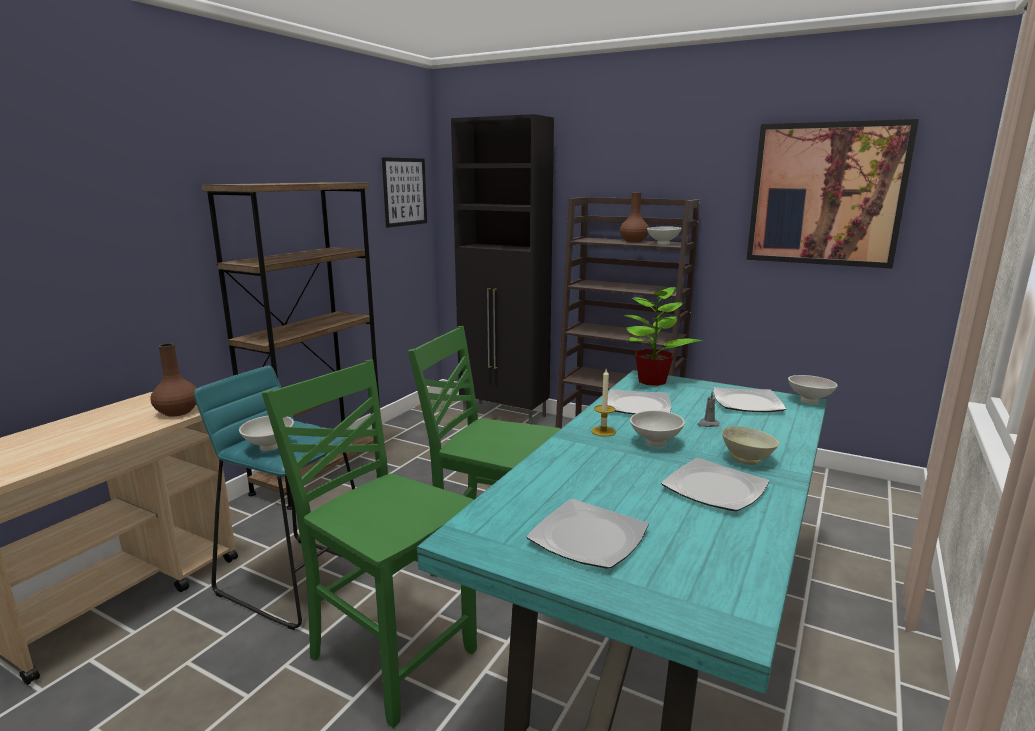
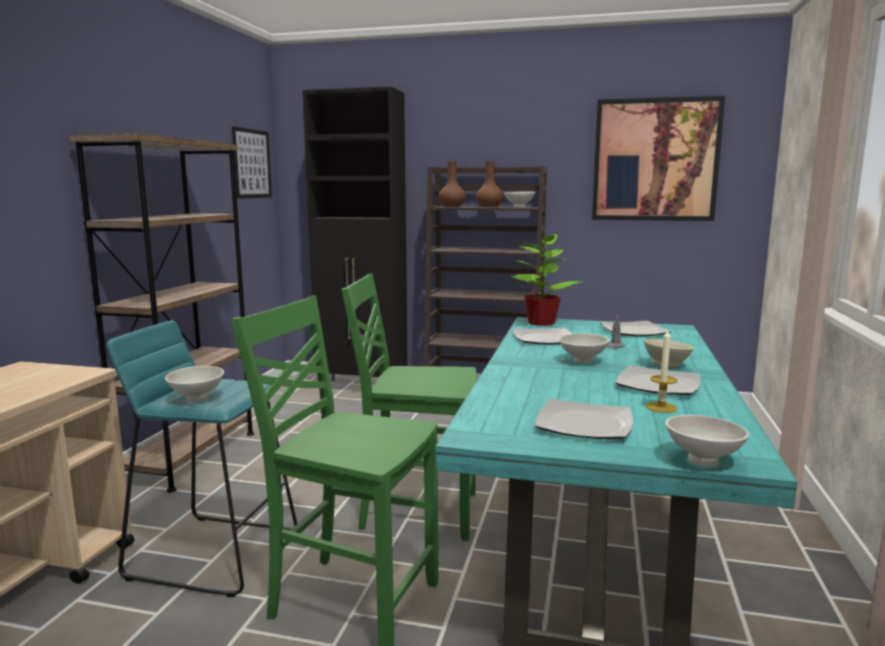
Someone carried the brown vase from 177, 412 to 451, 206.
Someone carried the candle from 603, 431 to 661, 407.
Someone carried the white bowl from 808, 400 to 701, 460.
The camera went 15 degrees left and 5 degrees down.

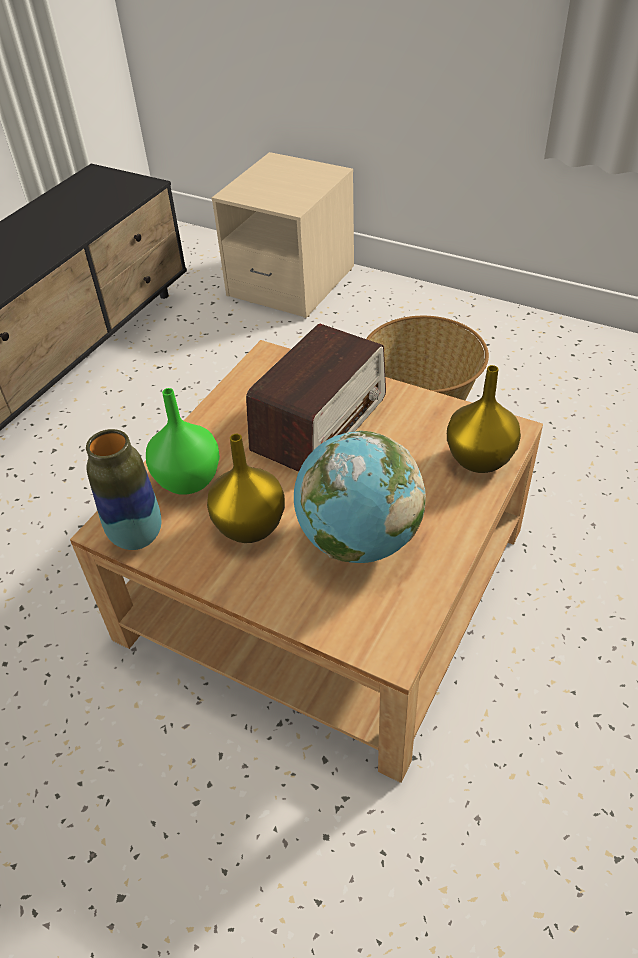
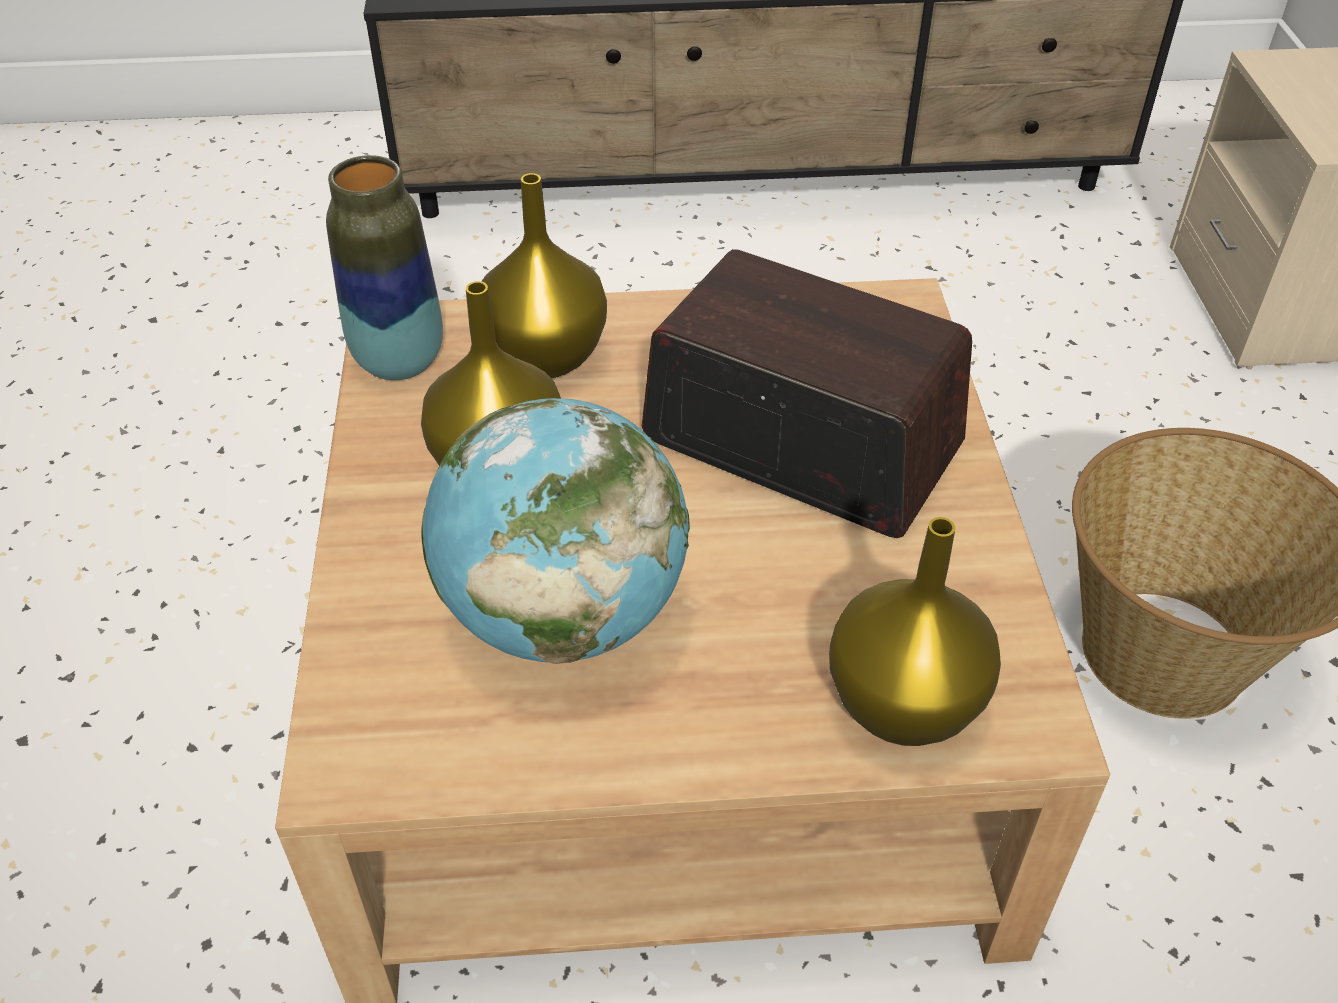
Someone repainted the green vase at 187, 480, which became the yellow vase at 546, 355.
Someone rotated the radio at 320, 423 by 150 degrees counterclockwise.
The camera went 55 degrees right and 0 degrees up.

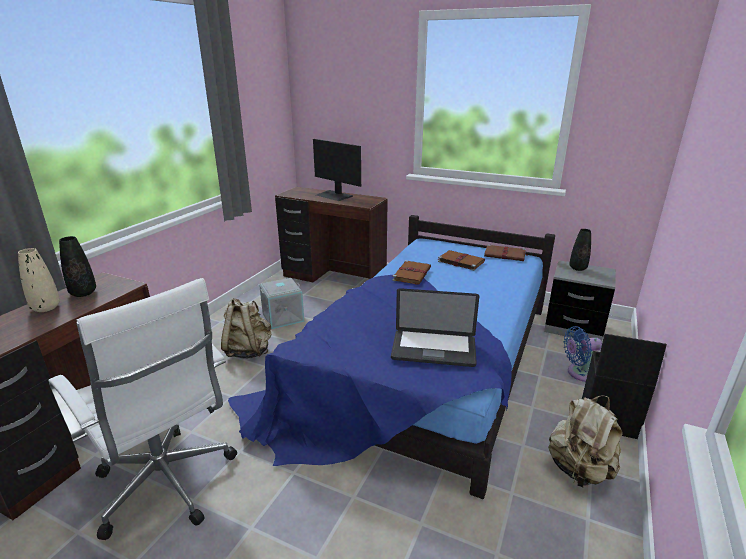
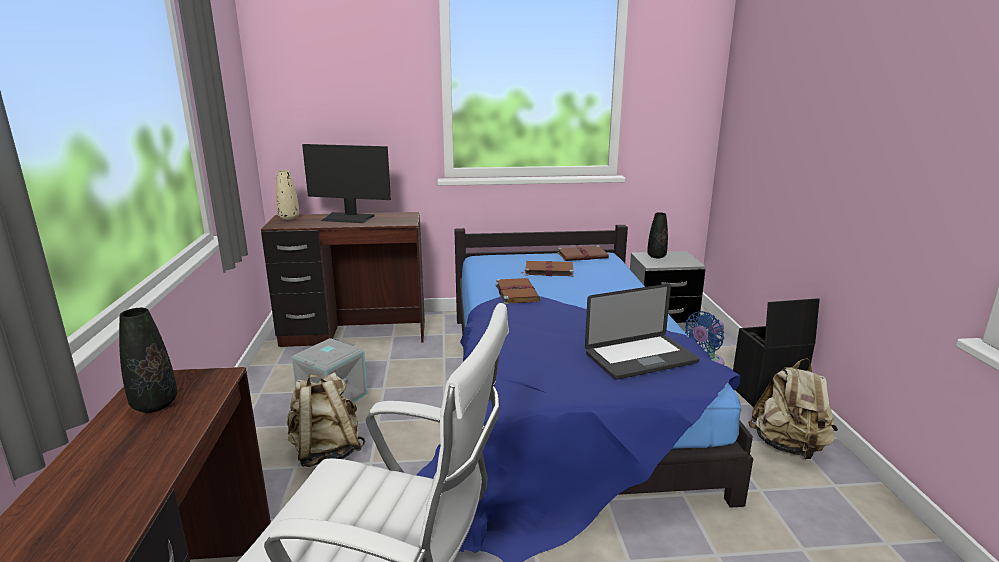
Someone carried the beige vase from 46, 308 to 289, 218.
The camera went 30 degrees left and 5 degrees down.

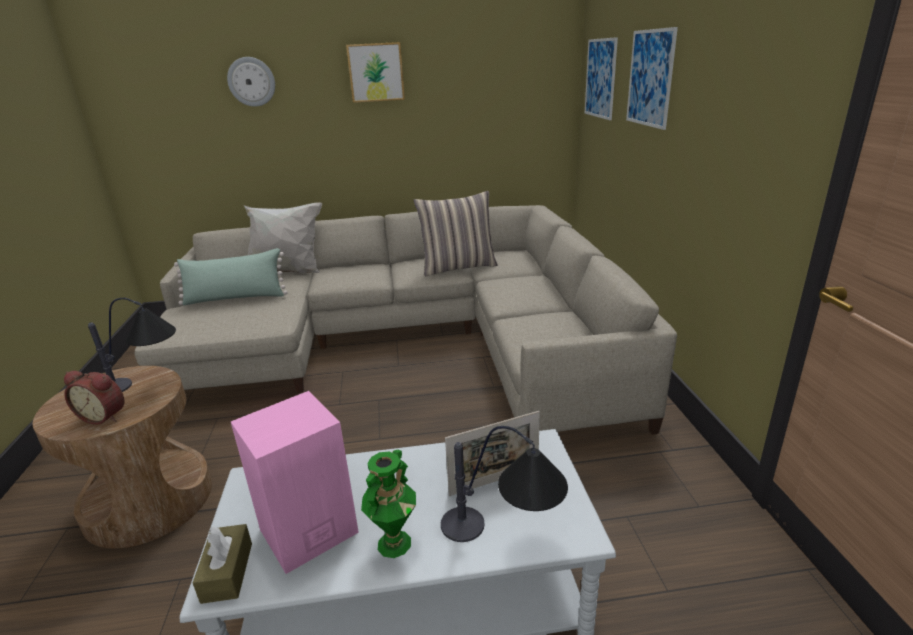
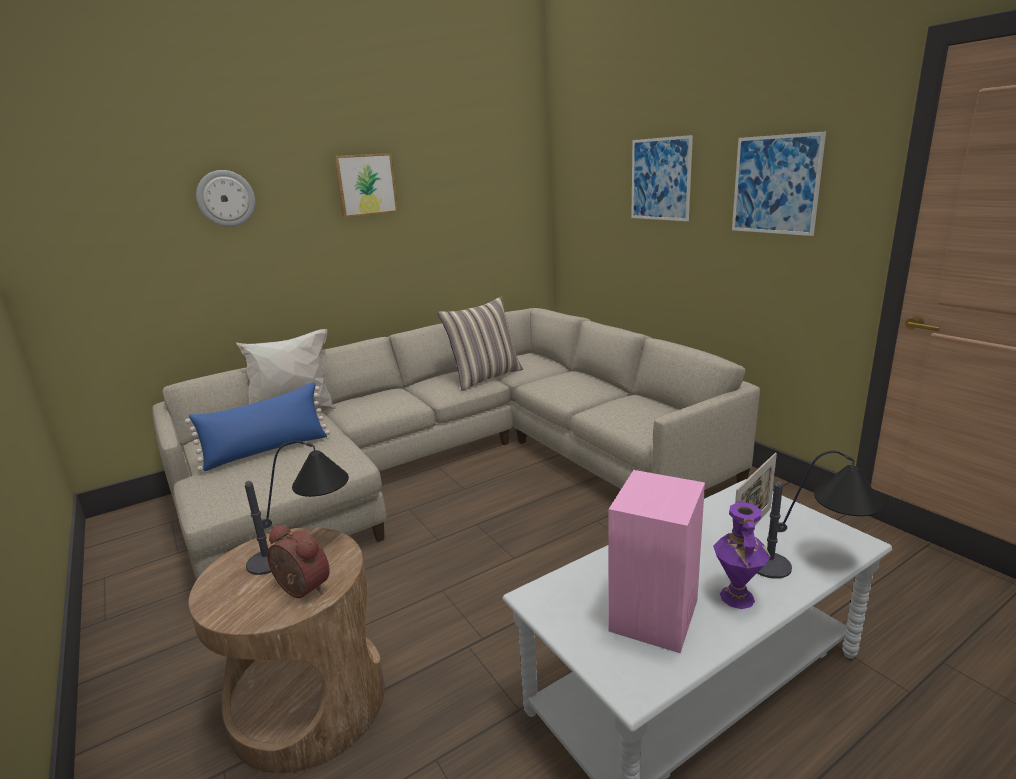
Someone rotated the alarm clock at 105, 416 by 135 degrees counterclockwise.
Someone repainted the green pillow at 235, 298, which became the blue pillow at 267, 450.
Someone took away the brown tissue box at 227, 572.
Someone repainted the green vase at 394, 543, which became the purple vase at 736, 597.
Someone carried the picture from 600, 78 to 775, 185.
The camera went 25 degrees left and 5 degrees down.

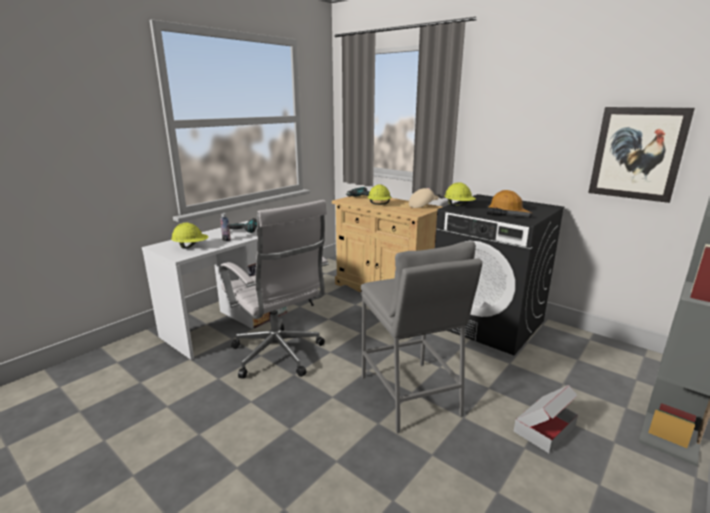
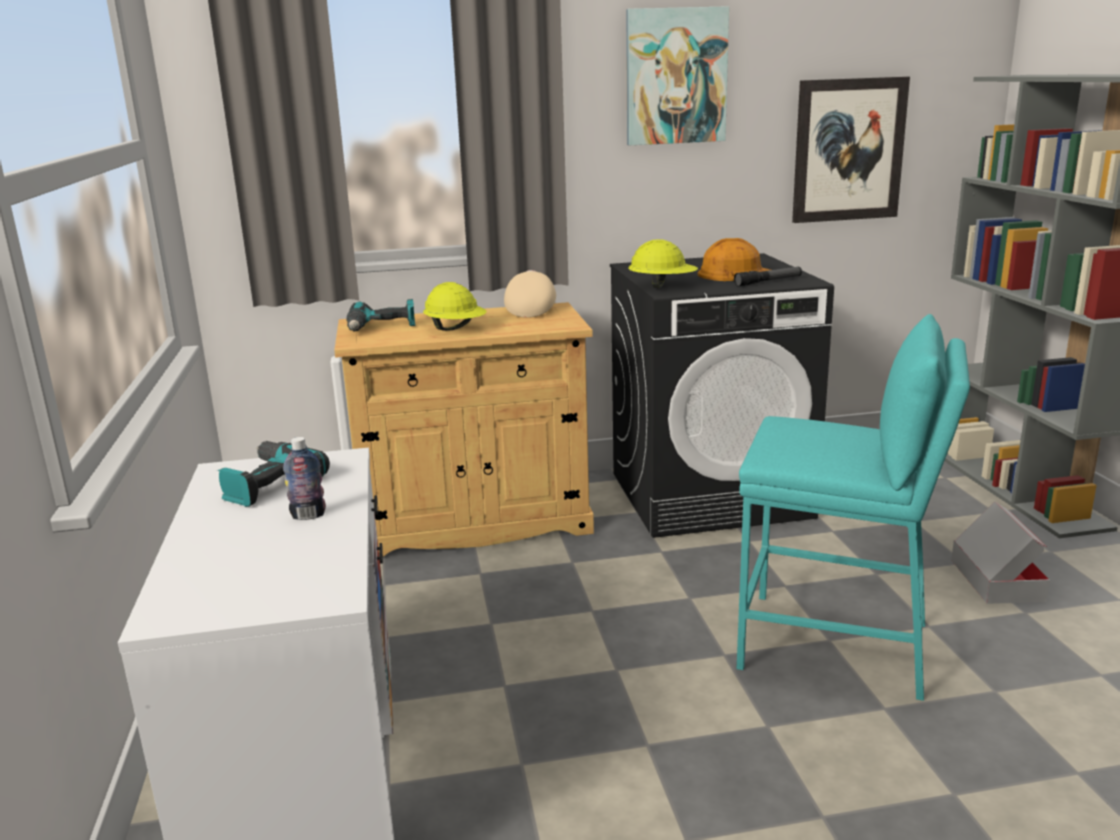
Someone took away the yellow hard hat at 191, 247.
Someone took away the white office chair at 279, 356.
Someone repainted the grey stool at 409, 395, which became the turquoise stool at 834, 645.
Someone put up the picture at 675, 76.
The camera went 50 degrees left and 0 degrees up.

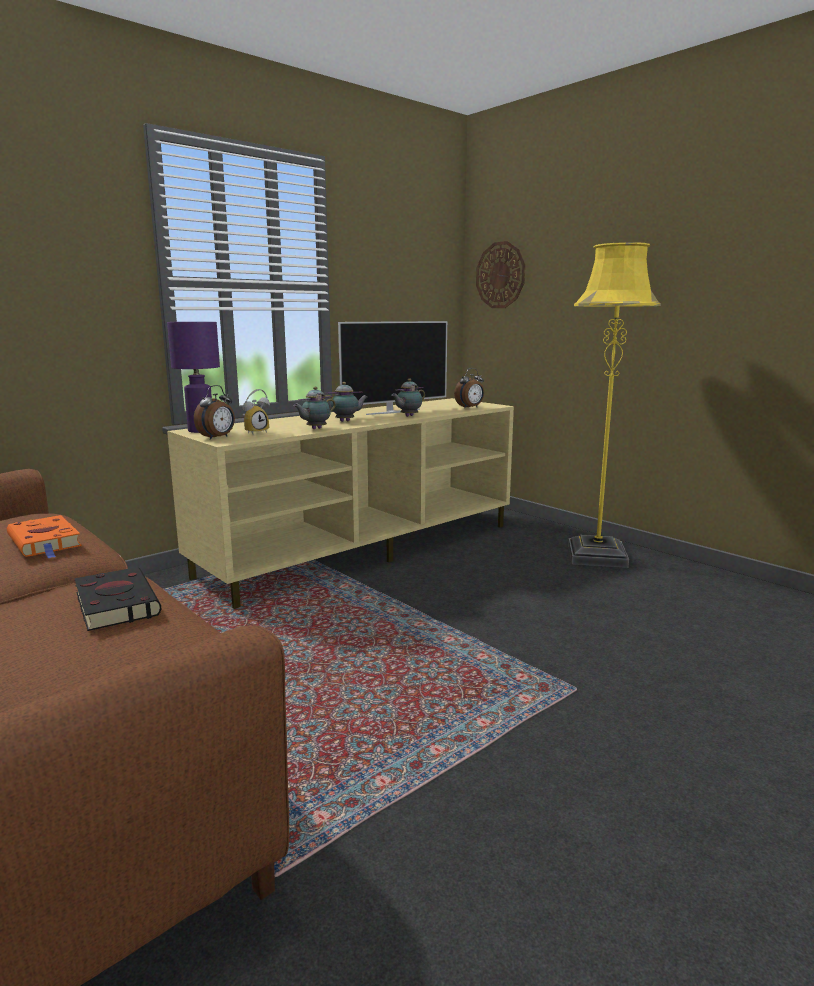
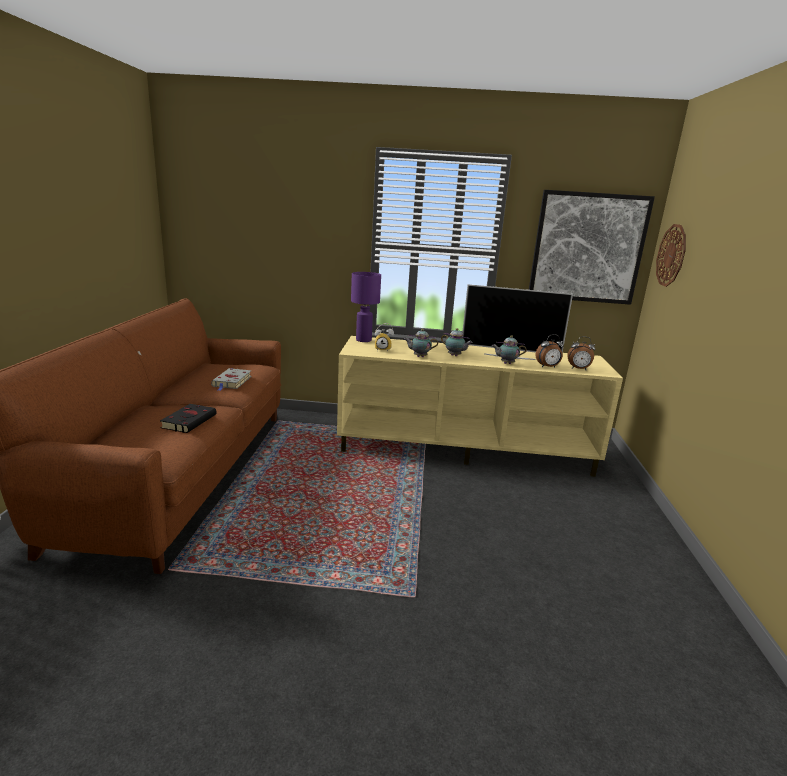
Someone repainted the orange book at 45, 542, which became the grey book at 232, 382.
Someone carried the alarm clock from 217, 438 to 548, 367.
Someone took away the yellow floor lamp at 596, 556.
Someone put up the picture at 587, 248.
The camera went 45 degrees right and 5 degrees up.

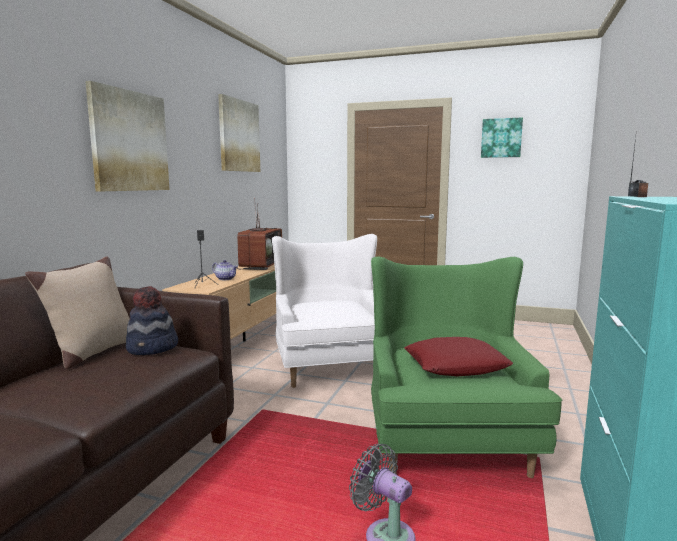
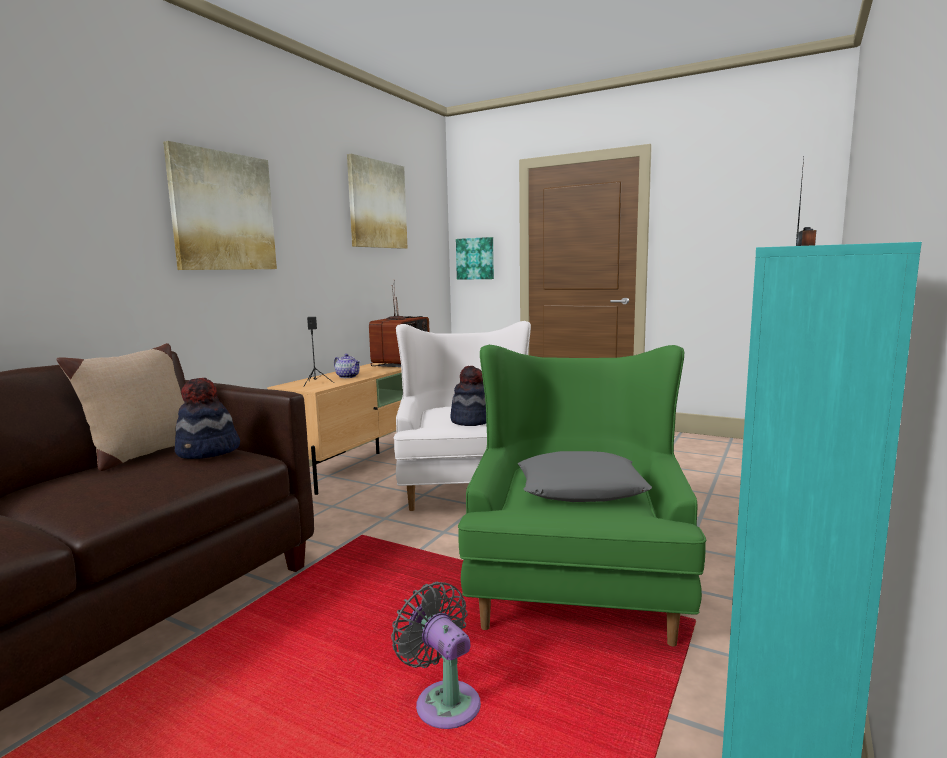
Someone repainted the red pillow at 456, 365, which became the grey pillow at 581, 488.
Someone carried the picture from 501, 138 to 475, 258.
Someone put down the hat at 471, 421.
The camera went 10 degrees right and 0 degrees up.

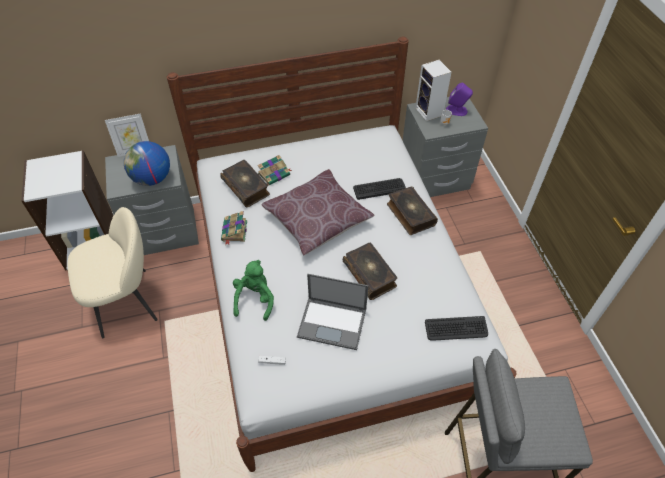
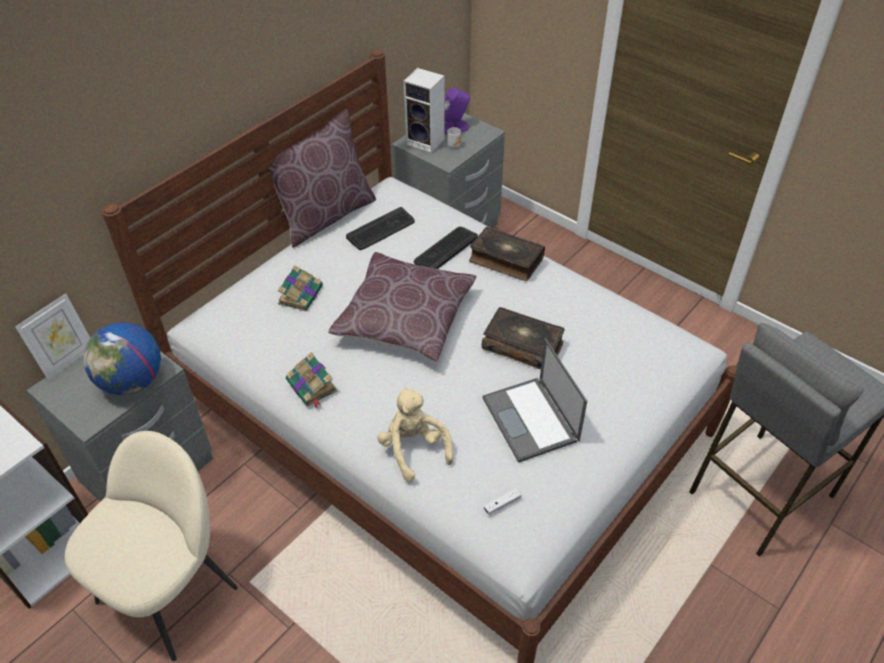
Someone took away the book at 246, 187.
Someone repainted the green plush toy at 255, 299, which became the beige plush toy at 414, 449.
Someone rotated the laptop at 333, 323 by 90 degrees clockwise.
Someone carried the keyboard from 456, 329 to 381, 229.
Someone put down the brown pillow at 325, 216.
The camera went 35 degrees left and 5 degrees down.

